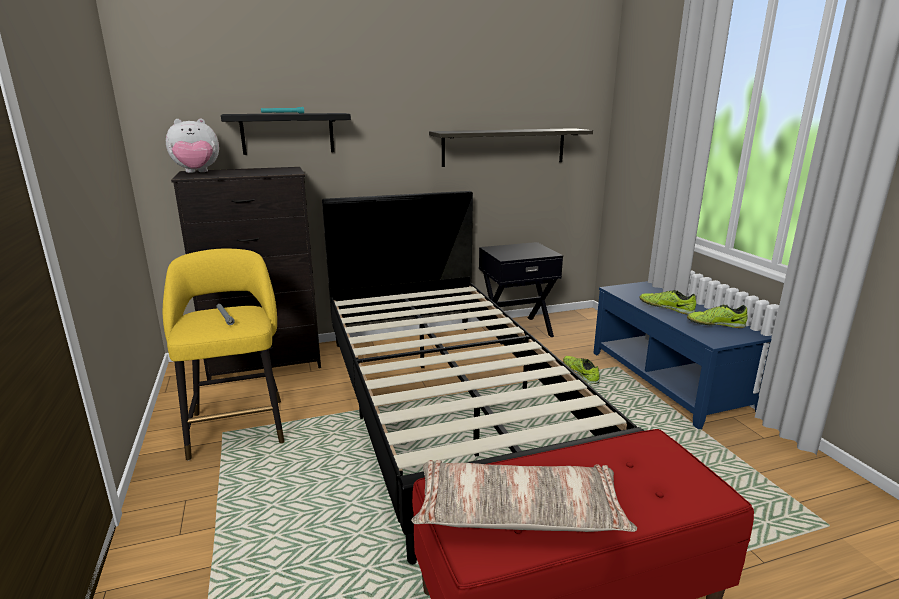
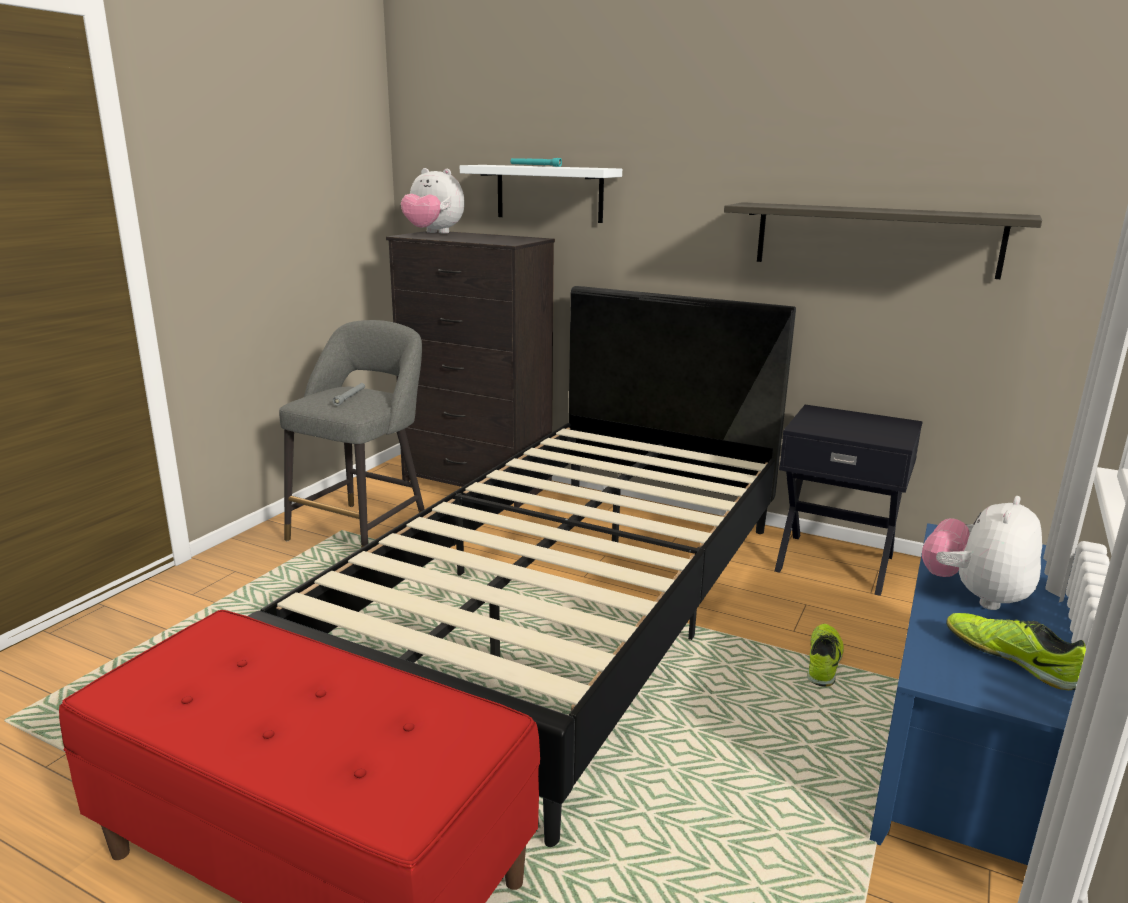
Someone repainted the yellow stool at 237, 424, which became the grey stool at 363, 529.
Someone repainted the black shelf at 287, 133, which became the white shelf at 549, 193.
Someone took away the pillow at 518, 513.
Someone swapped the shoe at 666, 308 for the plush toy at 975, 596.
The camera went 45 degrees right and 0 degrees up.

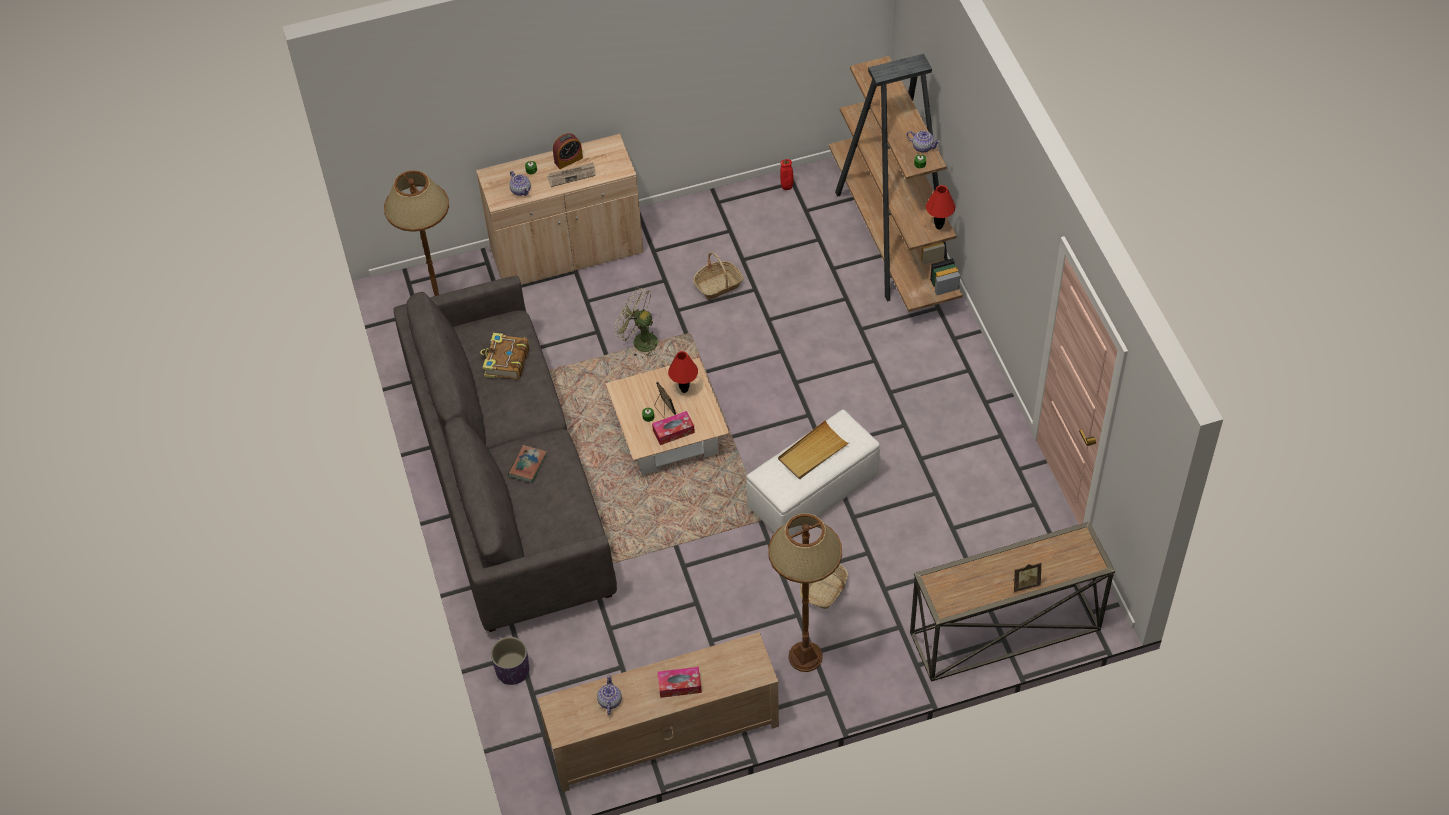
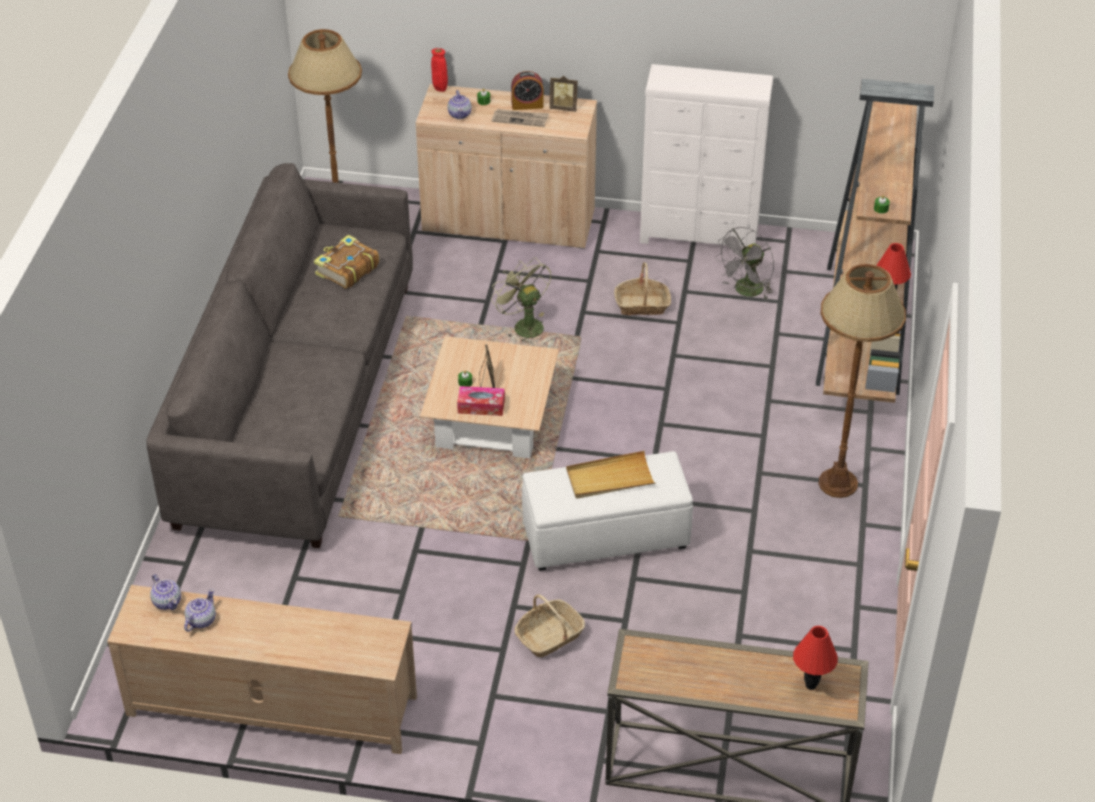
Someone took away the purple planter at 512, 671.
Someone took away the book at 527, 465.
Someone took away the tissue box at 679, 685.
Someone carried the red table lamp from 684, 389 to 811, 685.
Someone carried the brown floor lamp from 805, 657 to 837, 483.
Someone carried the red vase from 786, 188 to 440, 90.
Someone carried the teapot from 922, 147 to 167, 601.
Someone carried the picture frame from 1024, 584 to 564, 107.
Someone put down the white dresser at 699, 237.
Someone put down the grey fan at 746, 292.
The camera went 25 degrees right and 10 degrees down.

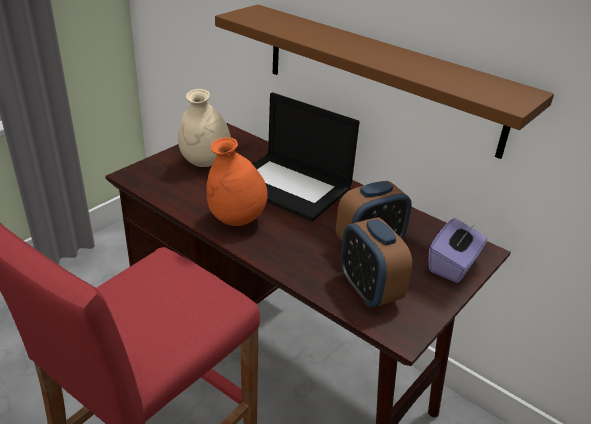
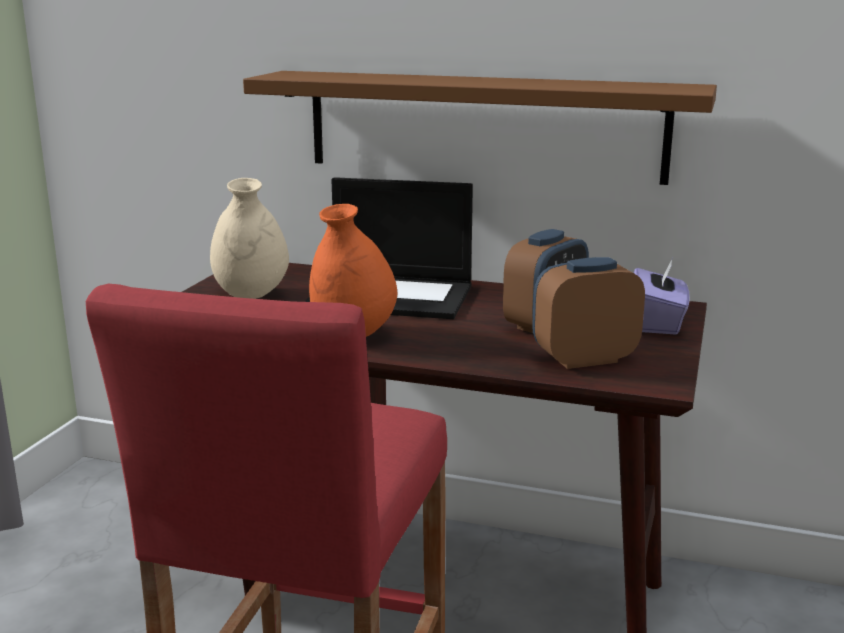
Someone rotated the alarm clock at 369, 290 by 120 degrees clockwise.
The camera went 20 degrees left and 15 degrees down.

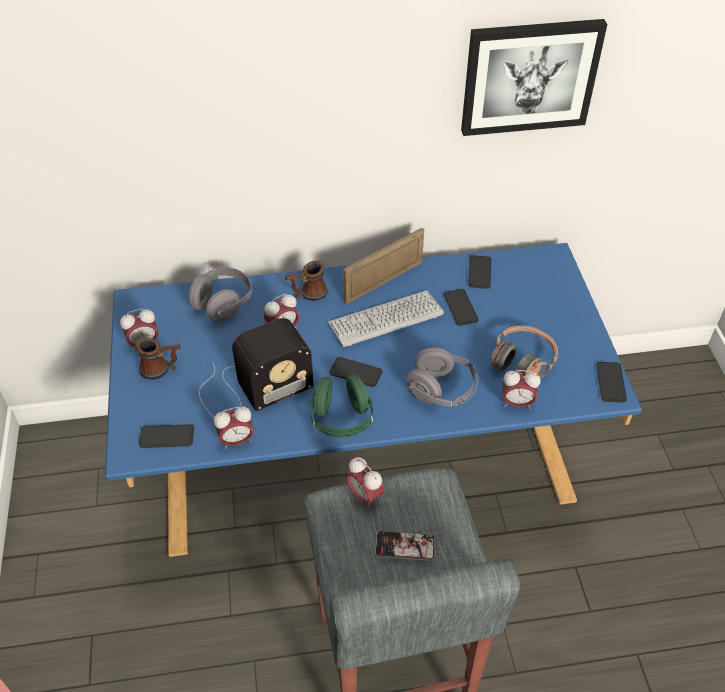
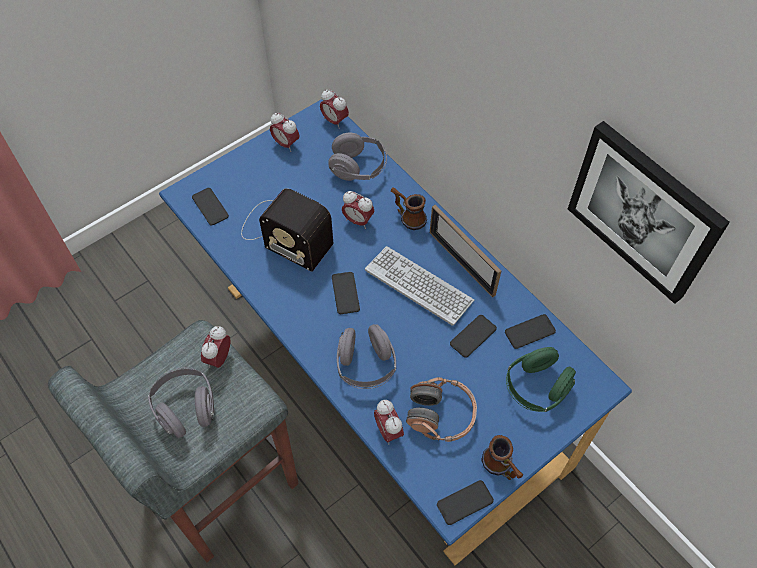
Someone carried the mug from 162, 369 to 501, 468.
Someone carried the alarm clock from 236, 441 to 334, 121.
Someone carried the green headphones from 342, 419 to 536, 387.
Someone rotated the picture frame at 383, 282 by 150 degrees counterclockwise.
Someone swapped the phone at 405, 546 for the grey headphones at 186, 408.
The camera went 60 degrees right and 10 degrees up.

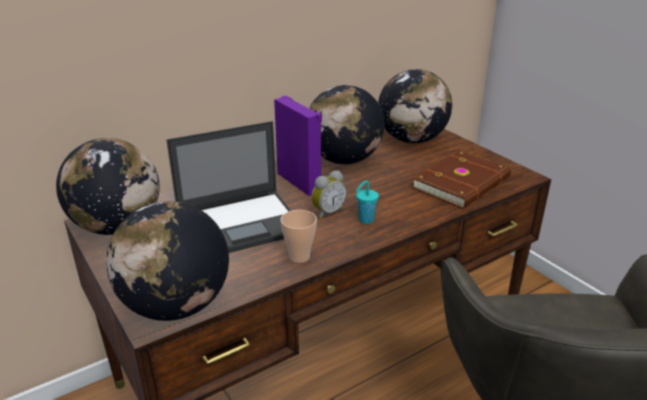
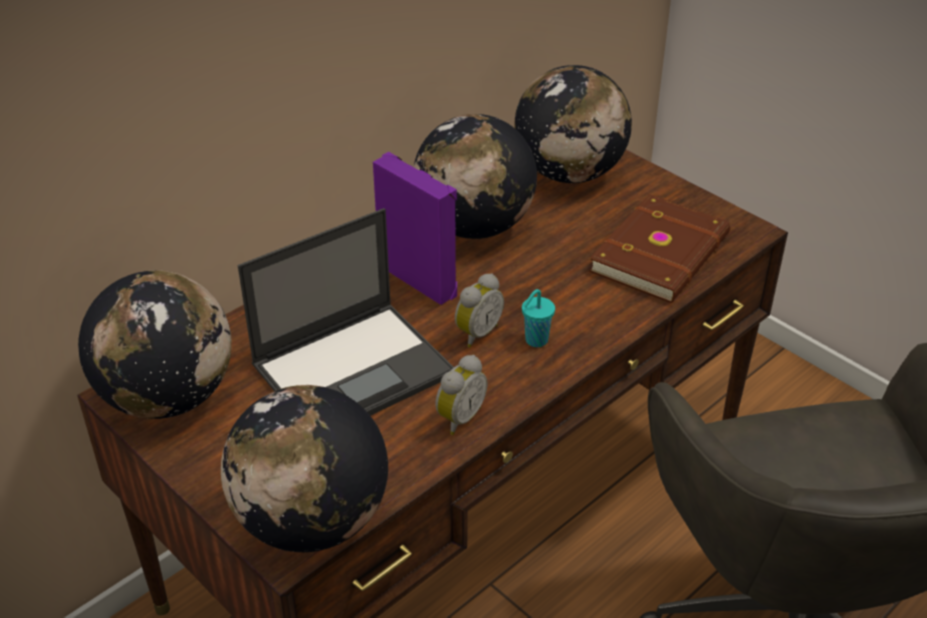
Someone swapped the cup at 299, 257 for the alarm clock at 458, 417.
The camera went 10 degrees left and 10 degrees up.

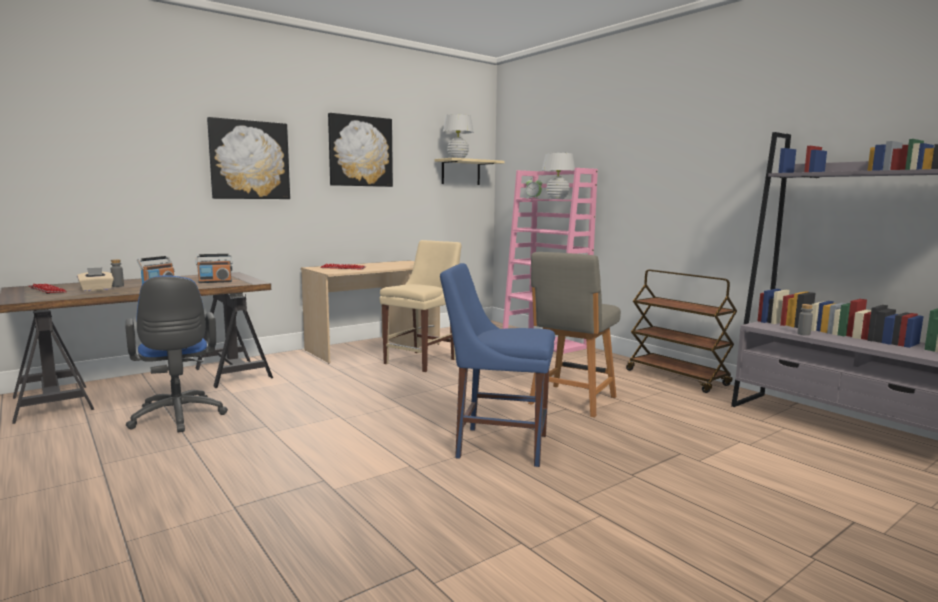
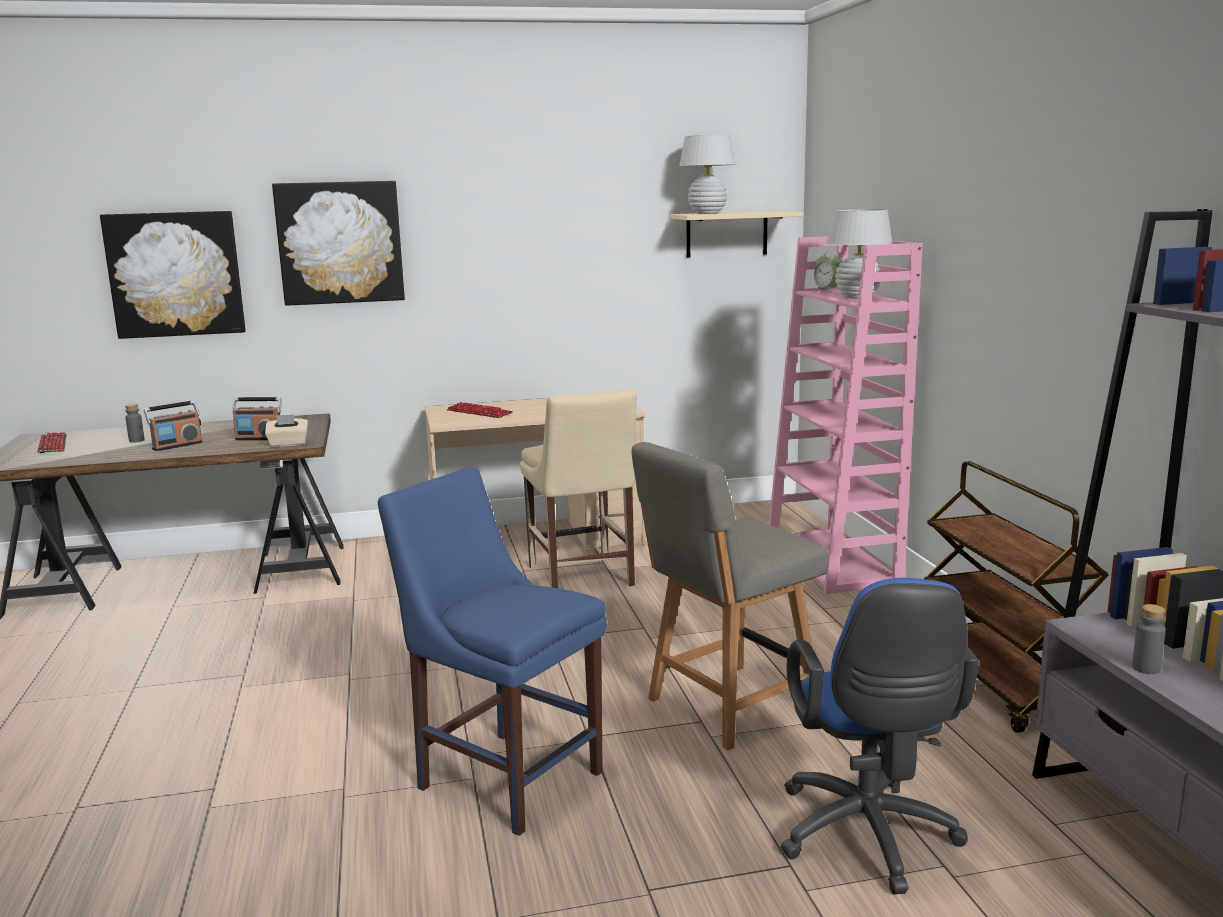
Someone carried the beige tissue box from 96, 290 to 288, 444.
Someone carried the blue office chair from 178, 418 to 868, 839.
Someone carried the picture from 360, 151 to 175, 274.
Someone rotated the beige chair at 423, 360 by 105 degrees clockwise.
The camera went 25 degrees right and 5 degrees up.

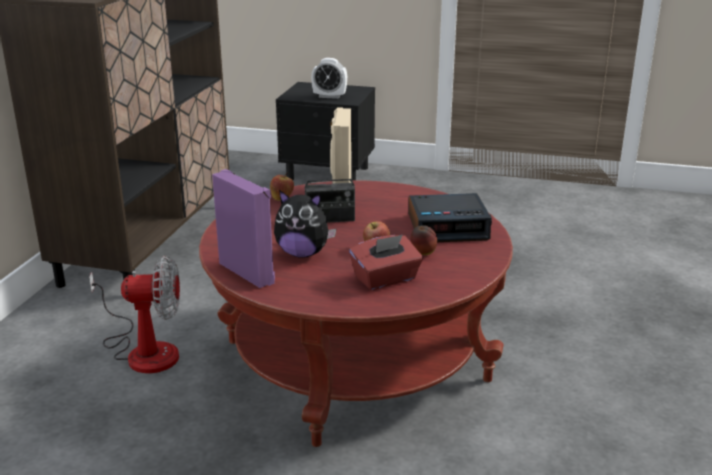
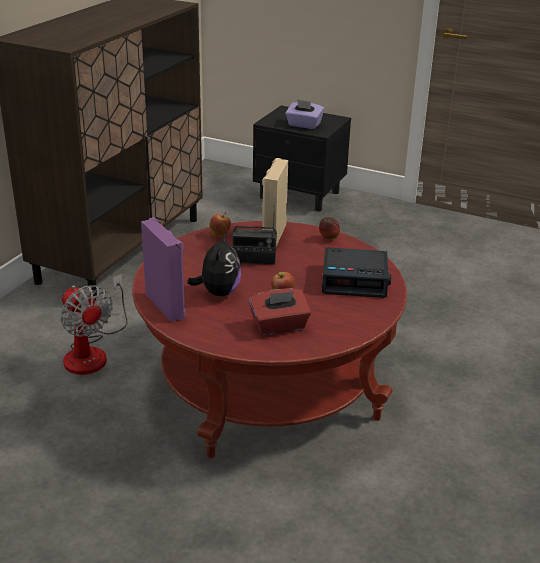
Someone rotated the fan at 144, 350 by 45 degrees clockwise.
Someone rotated the plush toy at 303, 253 by 105 degrees counterclockwise.
Someone swapped the alarm clock at 329, 96 for the purple tissue box at 304, 125.
Someone carried the apple from 423, 254 to 328, 239.
The camera went 10 degrees right and 5 degrees up.

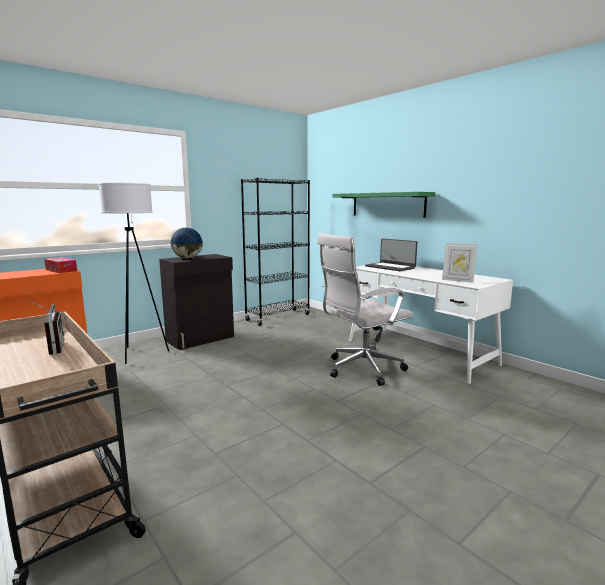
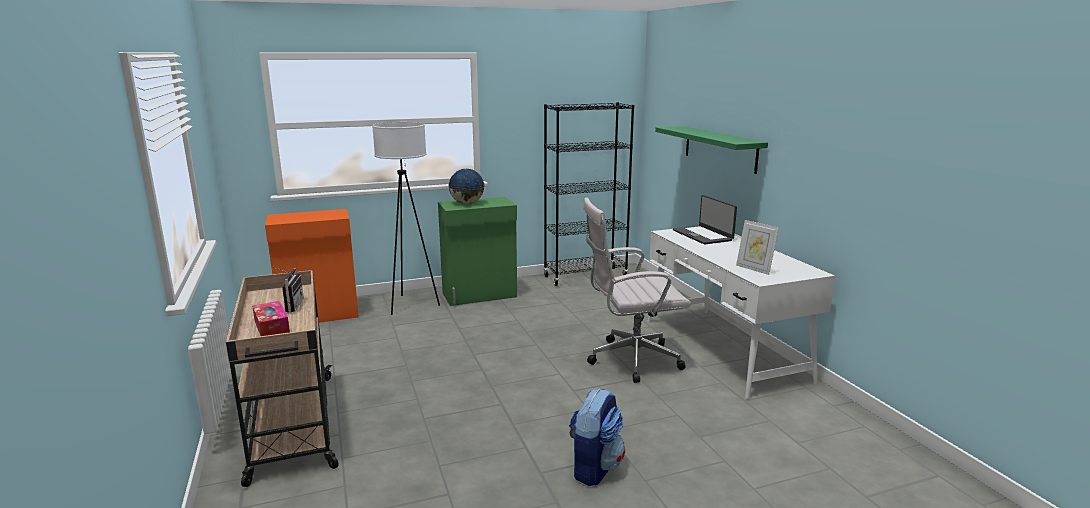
Someone carried the tissue box from 61, 270 to 271, 326.
Someone repainted the black cabinet at 201, 339, which became the green cabinet at 480, 295.
Someone put down the backpack at 594, 467.
The camera went 20 degrees right and 5 degrees up.

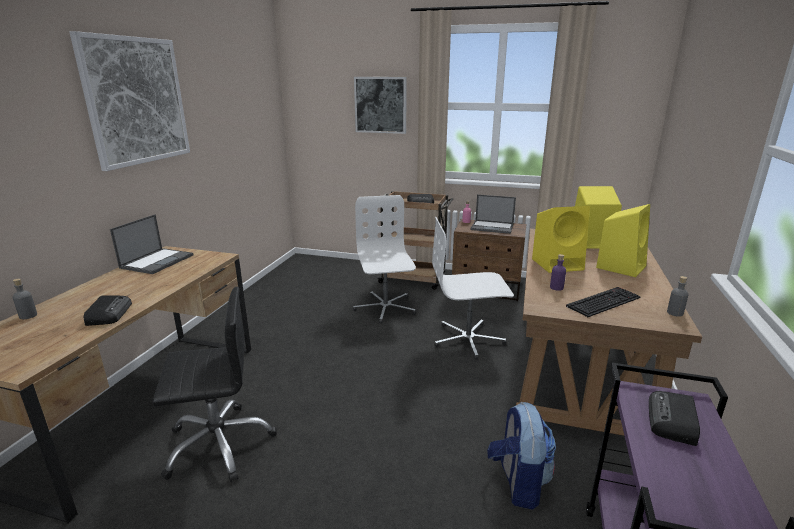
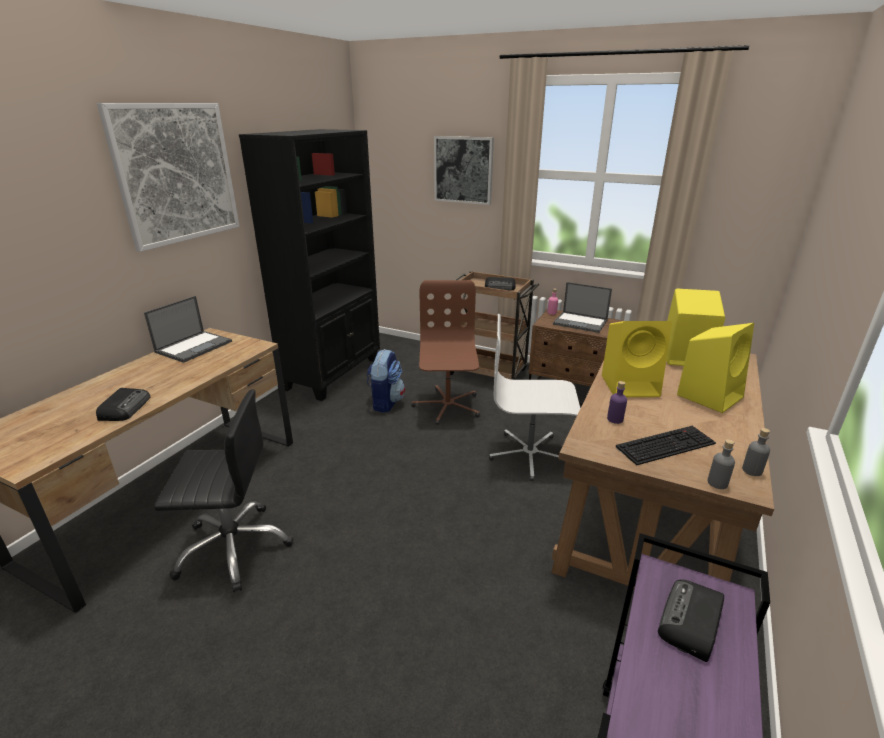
Someone carried the grey bottle from 28, 316 to 717, 483.
Someone repainted the white office chair at 385, 308, which became the brown office chair at 447, 406.
Someone carried the backpack from 518, 482 to 385, 402.
Someone put down the black bookcase at 334, 374.
The camera went 10 degrees right and 5 degrees up.

